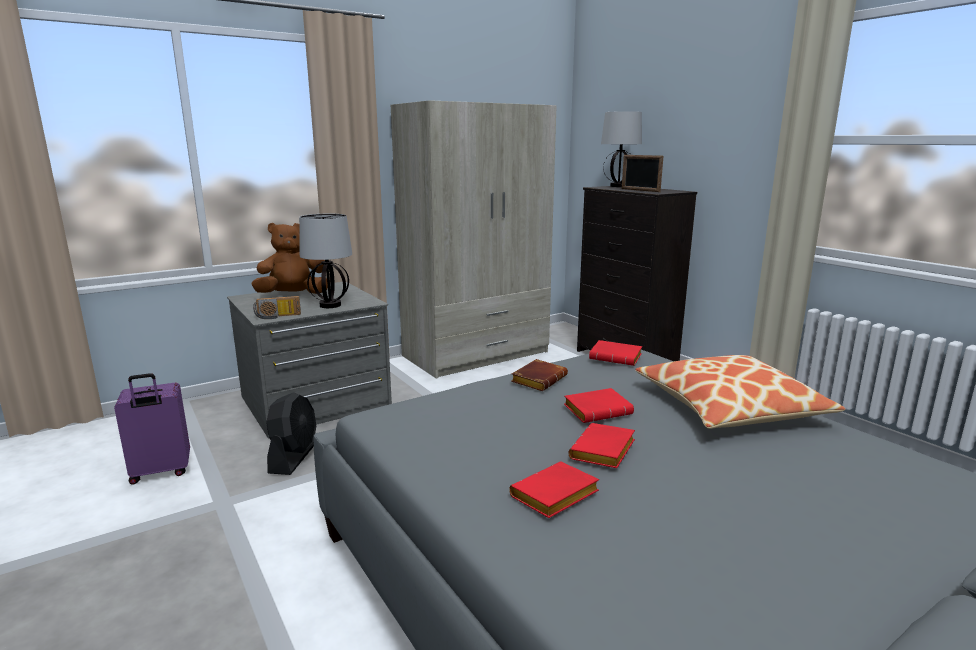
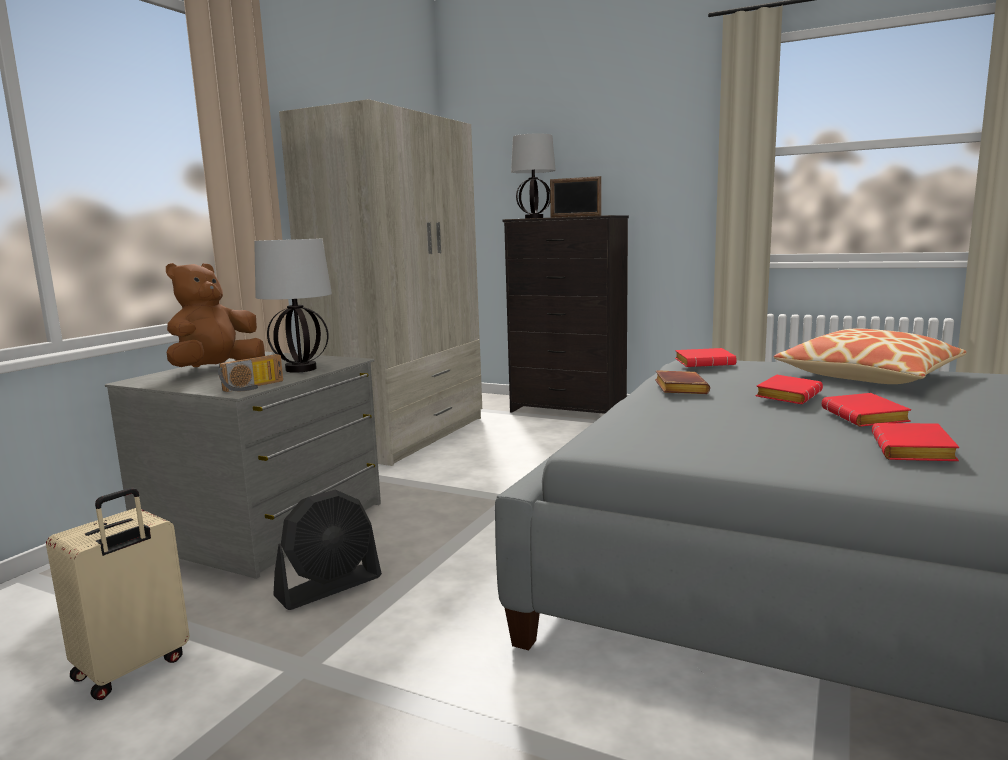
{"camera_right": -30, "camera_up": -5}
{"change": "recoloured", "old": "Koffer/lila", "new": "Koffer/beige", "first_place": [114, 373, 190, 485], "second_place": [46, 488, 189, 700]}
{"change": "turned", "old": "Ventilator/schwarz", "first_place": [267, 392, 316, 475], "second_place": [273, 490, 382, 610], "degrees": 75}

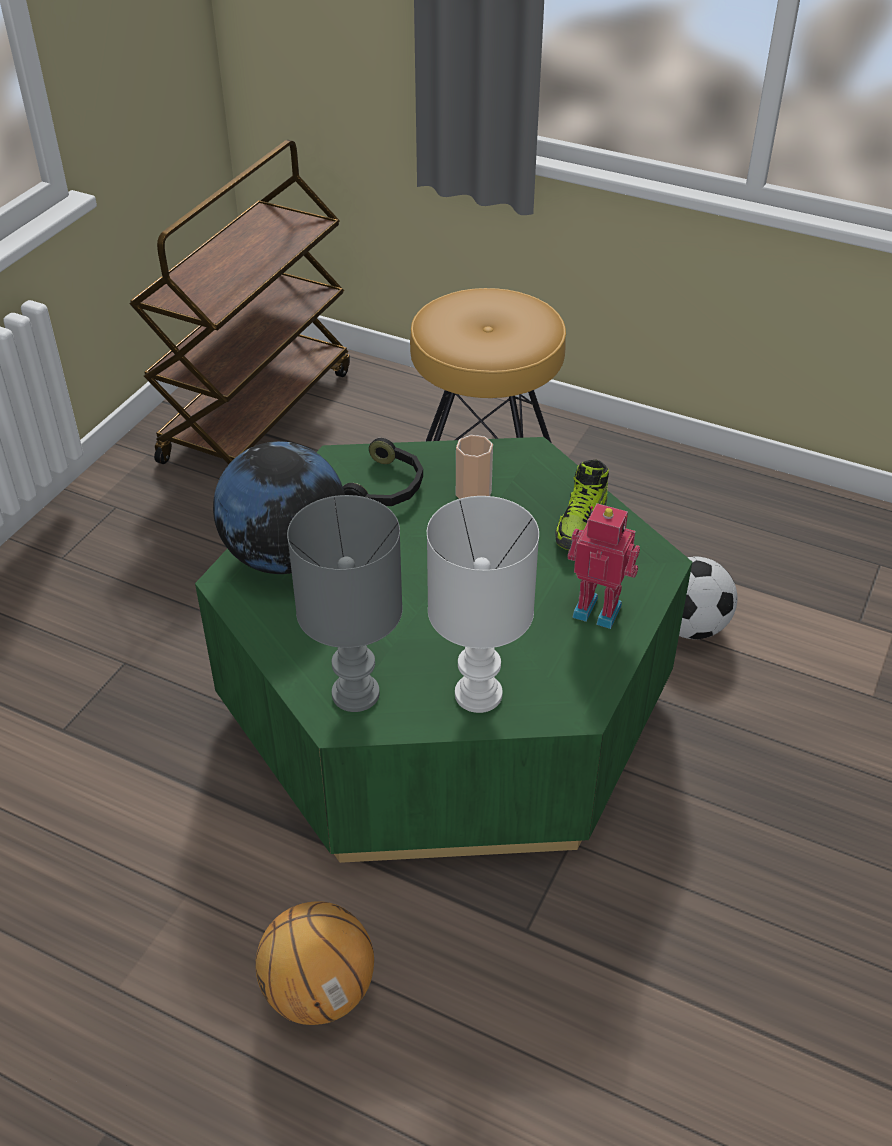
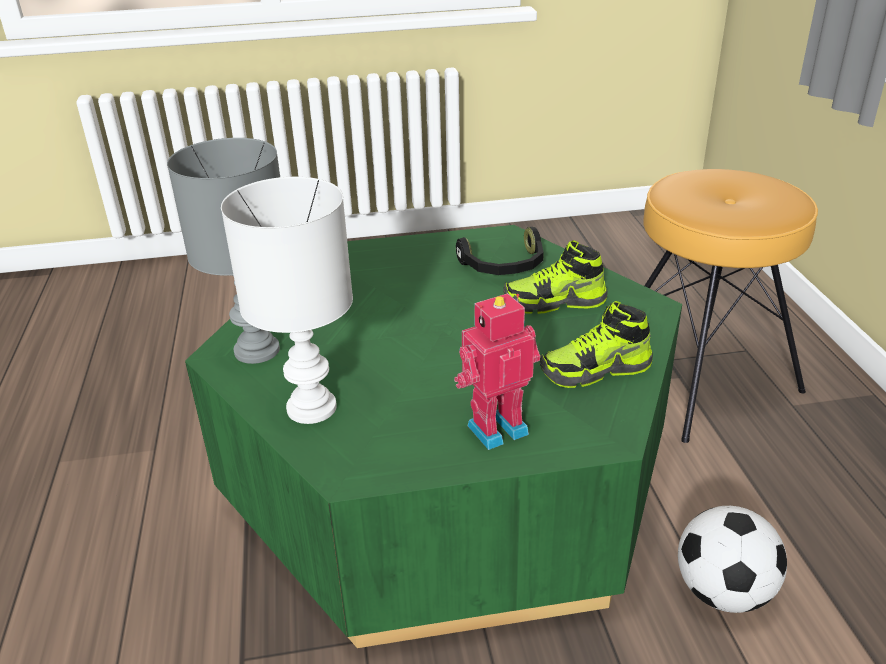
{"camera_right": 55, "camera_up": -10}
{"change": "removed", "old": "Rollwagen/braun", "first_place": [129, 140, 350, 465]}
{"change": "replaced", "old": "Tasse", "new": "Schuh", "first_place": [456, 435, 493, 499], "second_place": [503, 240, 608, 314]}
{"change": "removed", "old": "Globus", "first_place": [213, 441, 345, 574]}
{"change": "turned", "old": "Spielzeugroboter", "first_place": [568, 503, 640, 629], "second_place": [454, 293, 540, 450], "degrees": -105}
{"change": "removed", "old": "Basketball", "first_place": [255, 901, 374, 1025]}

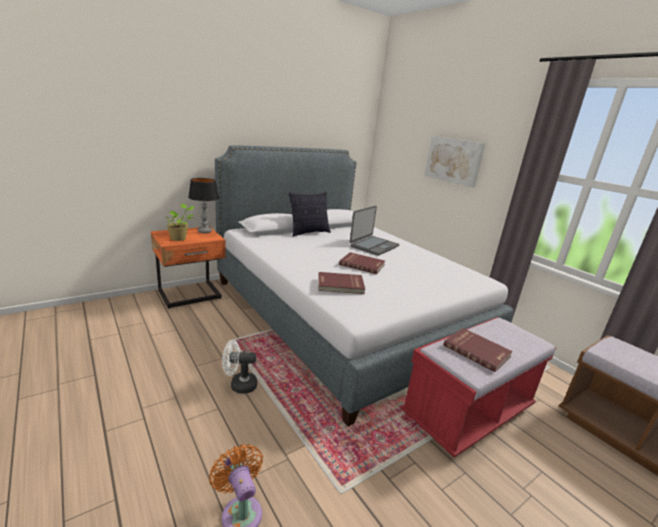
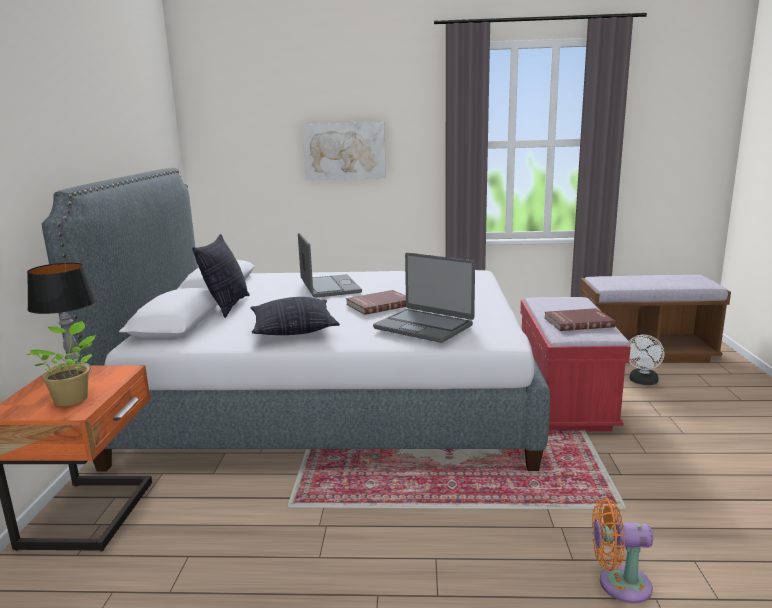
{"camera_right": -50, "camera_up": -5}
{"change": "replaced", "old": "Buch/rot", "new": "Laptop", "first_place": [318, 272, 366, 294], "second_place": [373, 253, 475, 343]}
{"change": "moved", "old": "Ventilator/weiß", "first_place": [222, 340, 257, 394], "second_place": [629, 335, 664, 385]}
{"change": "added", "new": "Kissen", "second_place": [250, 297, 340, 335]}

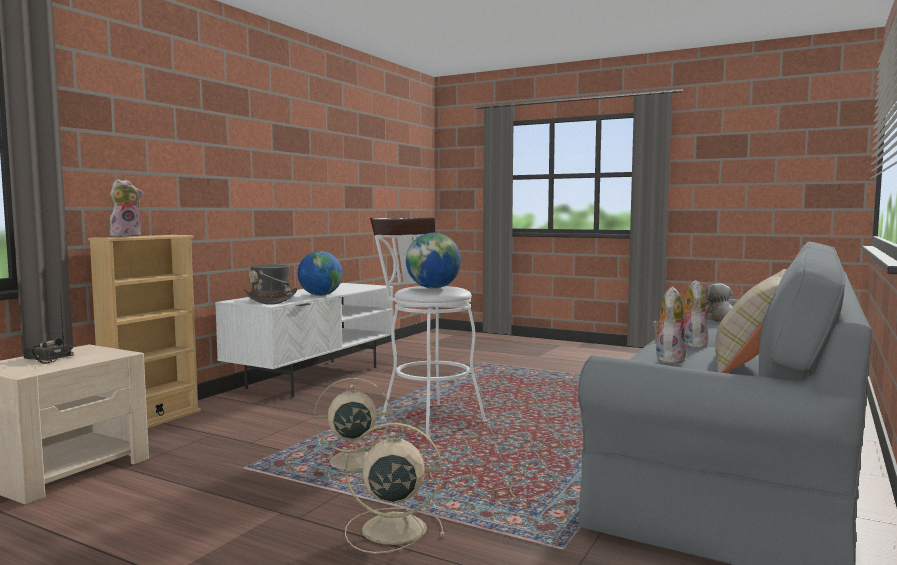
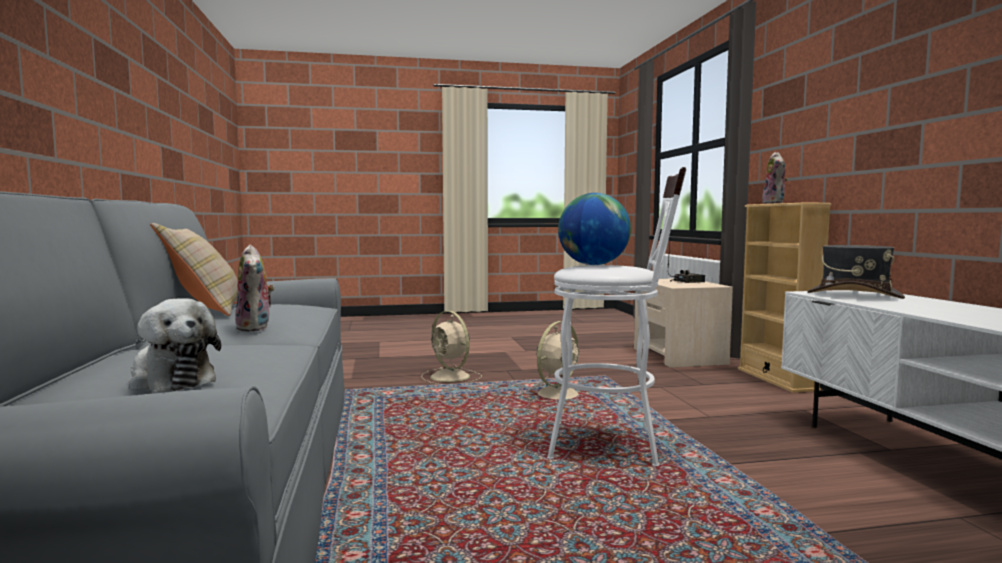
{"camera_right": 140, "camera_up": 0}
{"change": "removed", "old": "Globus", "first_place": [298, 251, 343, 296]}
{"change": "removed", "old": "Plüschtier", "first_place": [652, 287, 686, 363]}
{"change": "turned", "old": "Ventilator/beige", "first_place": [345, 423, 445, 554], "second_place": [421, 311, 482, 384], "degrees": 90}

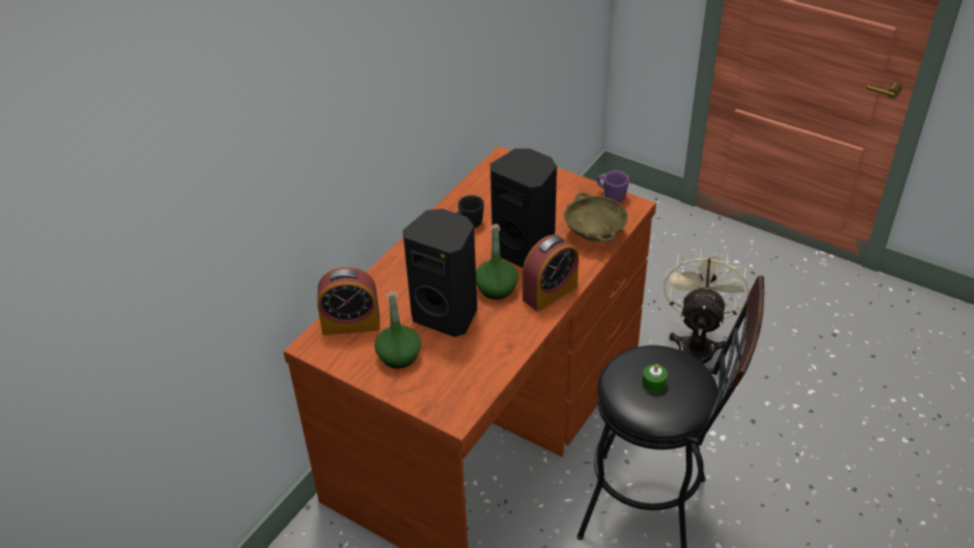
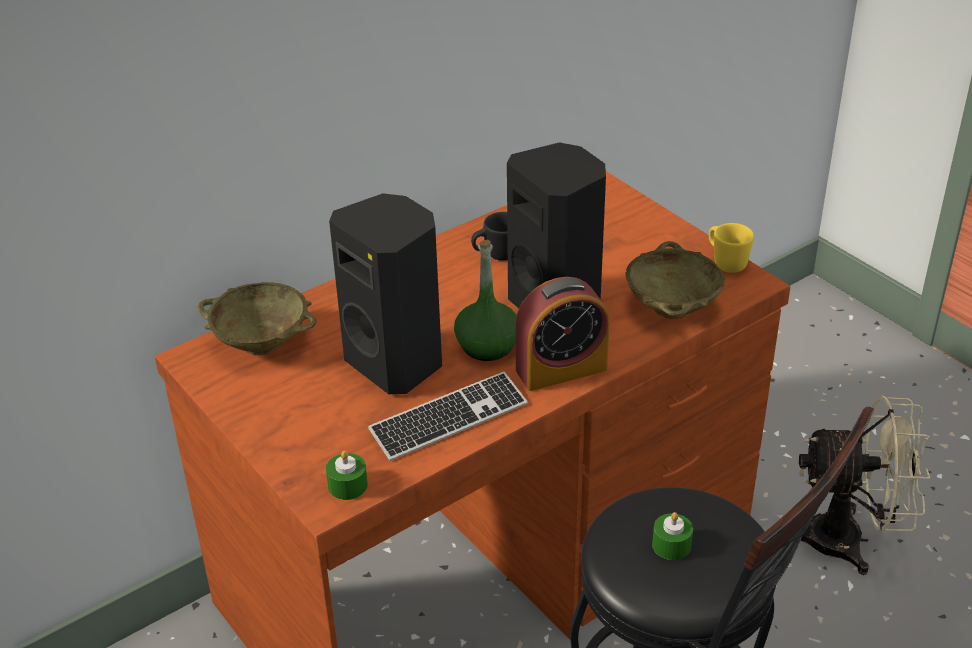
{"camera_right": 20, "camera_up": -5}
{"change": "recoloured", "old": "Henkelbecher/lila", "new": "Henkelbecher/gelb", "first_place": [597, 171, 629, 203], "second_place": [709, 223, 754, 273]}
{"change": "turned", "old": "Ventilator/beige", "first_place": [663, 247, 749, 364], "second_place": [799, 396, 930, 575], "degrees": 60}
{"change": "replaced", "old": "Wecker", "new": "Schüssel/beige", "first_place": [317, 267, 380, 335], "second_place": [198, 282, 317, 355]}
{"change": "removed", "old": "Flasche/grün", "first_place": [375, 290, 421, 368]}
{"change": "added", "new": "Tastatur", "second_place": [368, 372, 528, 461]}
{"change": "added", "new": "Kerze/grün", "second_place": [326, 451, 368, 500]}

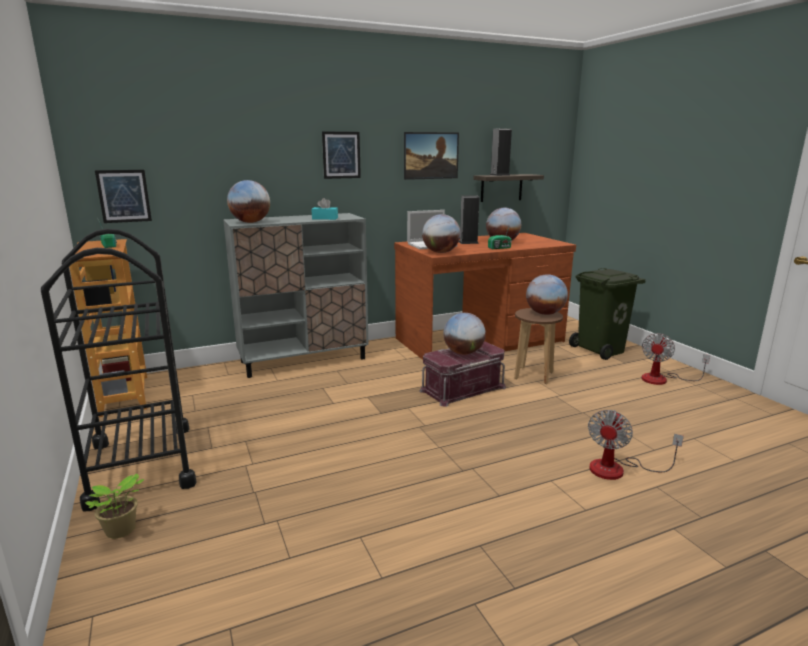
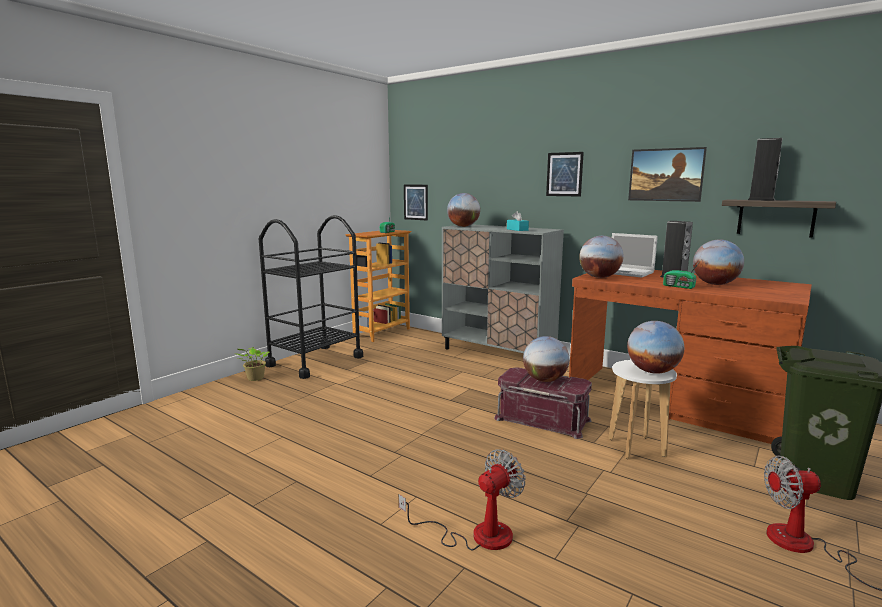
{"camera_right": 60, "camera_up": -5}
{"change": "recoloured", "old": "Hocker/braun", "new": "Hocker/weiß", "first_place": [514, 308, 563, 384], "second_place": [608, 360, 677, 459]}
{"change": "turned", "old": "Ventilator", "first_place": [588, 410, 684, 480], "second_place": [399, 449, 526, 550], "degrees": 135}

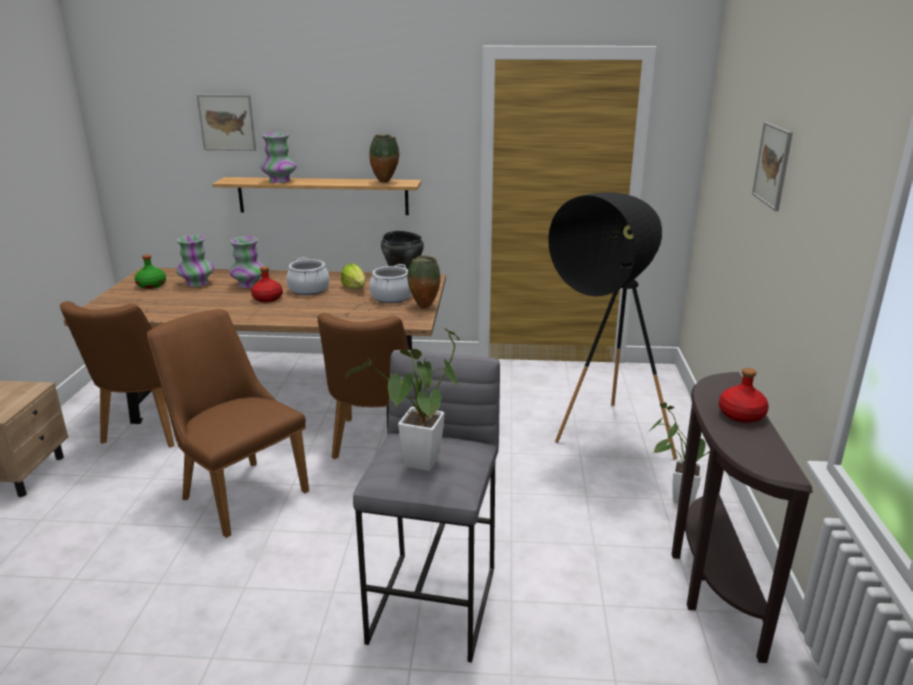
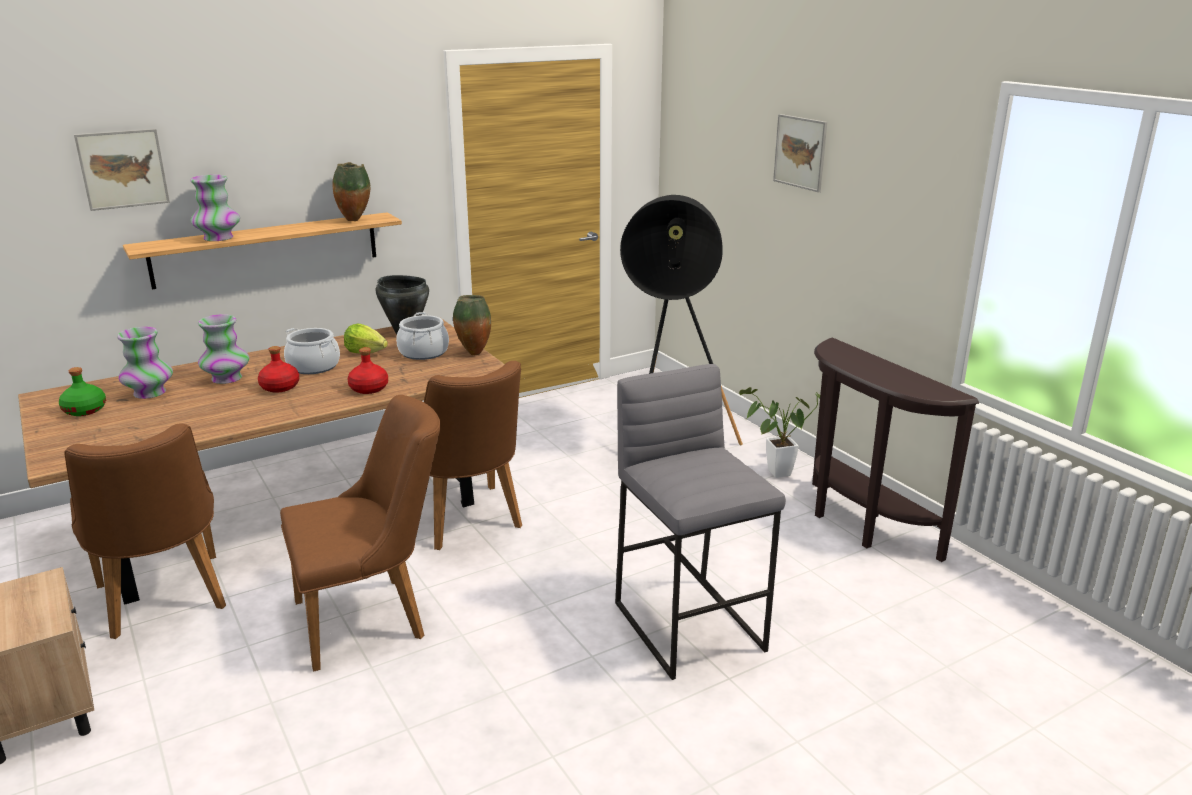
{"camera_right": -35, "camera_up": 0}
{"change": "turned", "old": "Stuhl/braun", "first_place": [147, 309, 309, 538], "second_place": [280, 395, 440, 672], "degrees": 150}
{"change": "removed", "old": "Topfpflanze", "first_place": [345, 328, 460, 471]}
{"change": "moved", "old": "Flasche/rot", "first_place": [719, 368, 769, 423], "second_place": [348, 347, 388, 394]}

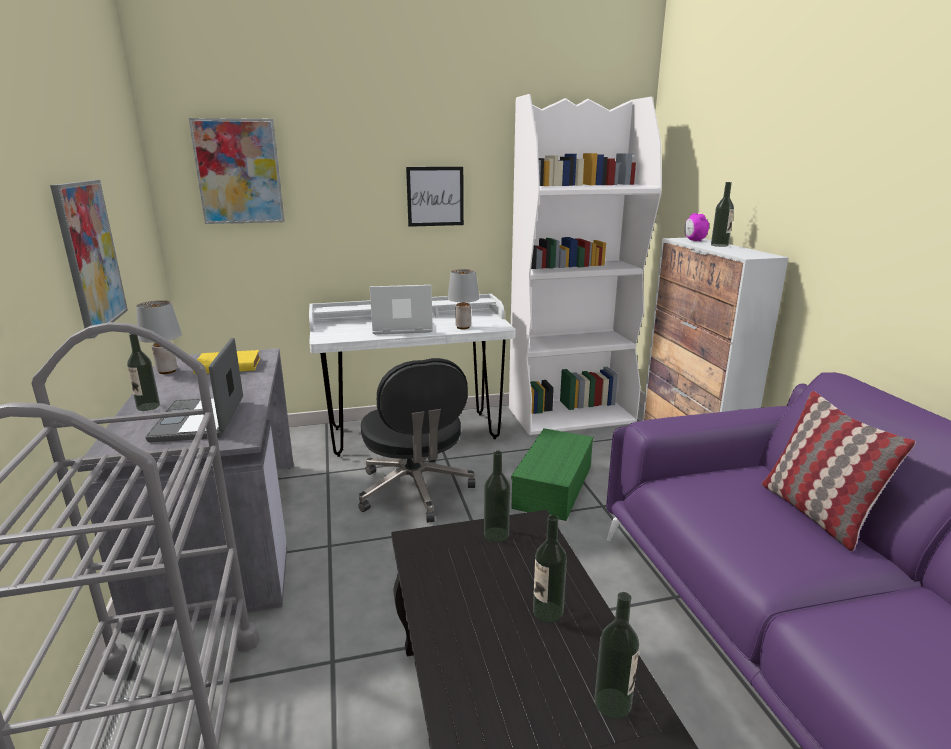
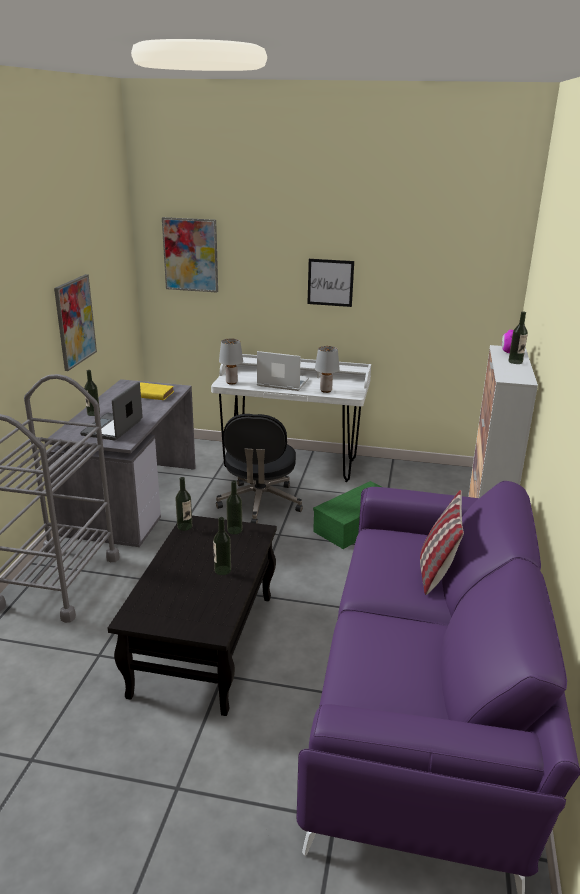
{"camera_right": 25, "camera_up": 5}
{"change": "removed", "old": "Bücherregal/weiß", "first_place": [509, 94, 662, 435]}
{"change": "moved", "old": "Tischlampe/grau", "first_place": [136, 300, 182, 374], "second_place": [219, 339, 243, 385]}
{"change": "moved", "old": "Flasche", "first_place": [594, 592, 639, 719], "second_place": [176, 477, 192, 531]}

